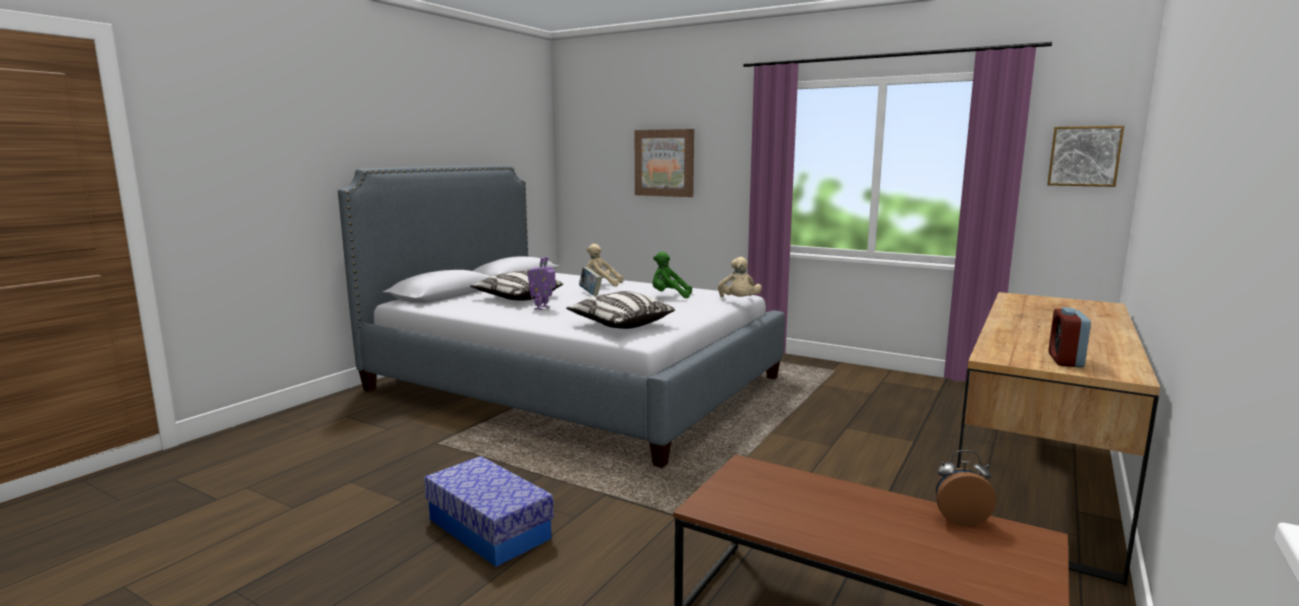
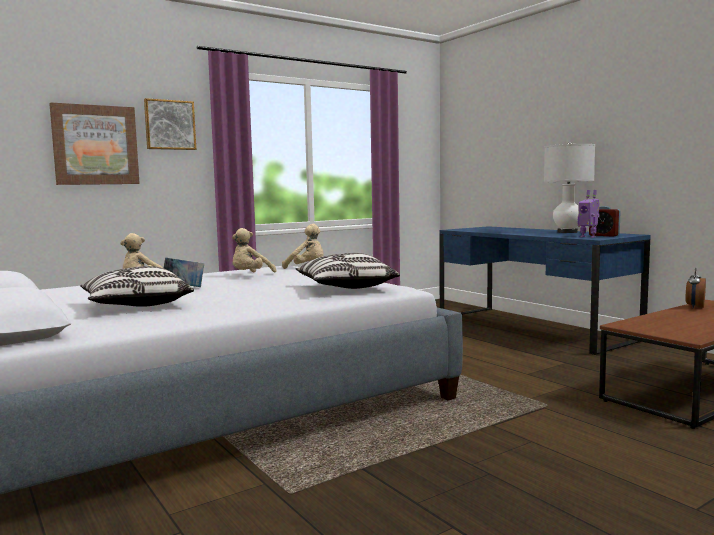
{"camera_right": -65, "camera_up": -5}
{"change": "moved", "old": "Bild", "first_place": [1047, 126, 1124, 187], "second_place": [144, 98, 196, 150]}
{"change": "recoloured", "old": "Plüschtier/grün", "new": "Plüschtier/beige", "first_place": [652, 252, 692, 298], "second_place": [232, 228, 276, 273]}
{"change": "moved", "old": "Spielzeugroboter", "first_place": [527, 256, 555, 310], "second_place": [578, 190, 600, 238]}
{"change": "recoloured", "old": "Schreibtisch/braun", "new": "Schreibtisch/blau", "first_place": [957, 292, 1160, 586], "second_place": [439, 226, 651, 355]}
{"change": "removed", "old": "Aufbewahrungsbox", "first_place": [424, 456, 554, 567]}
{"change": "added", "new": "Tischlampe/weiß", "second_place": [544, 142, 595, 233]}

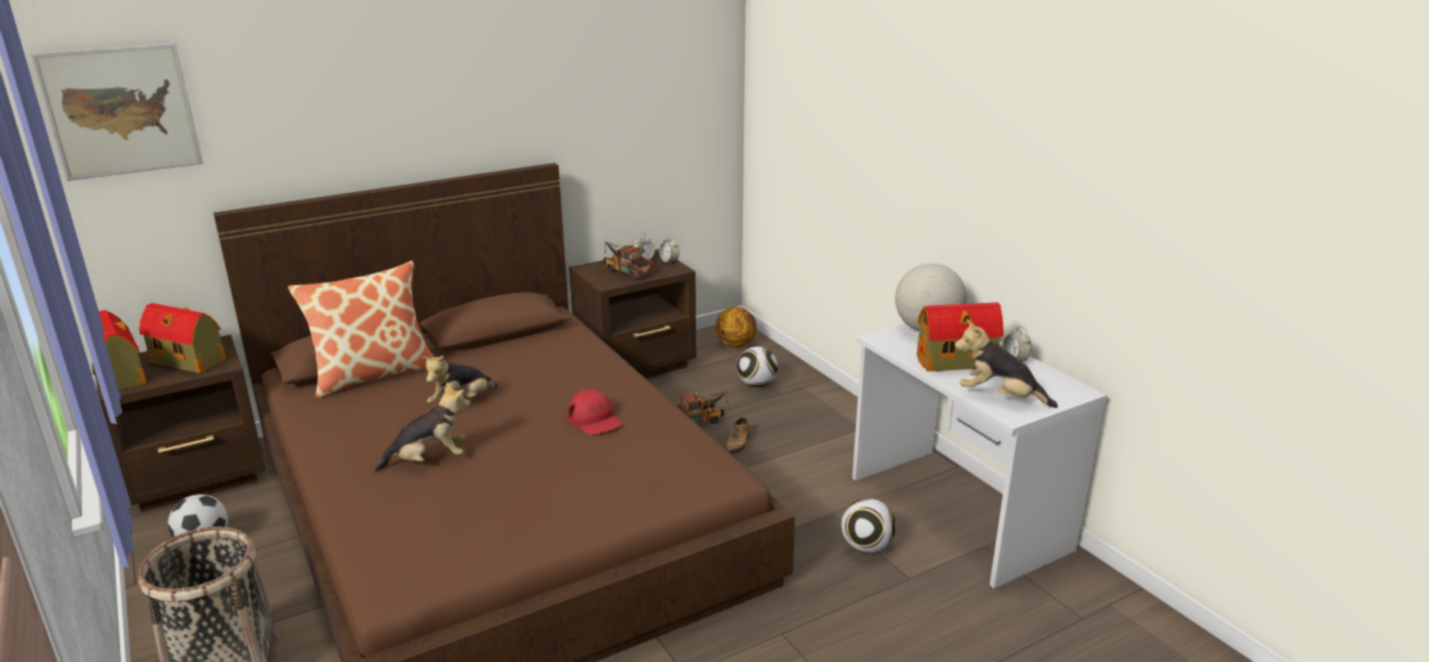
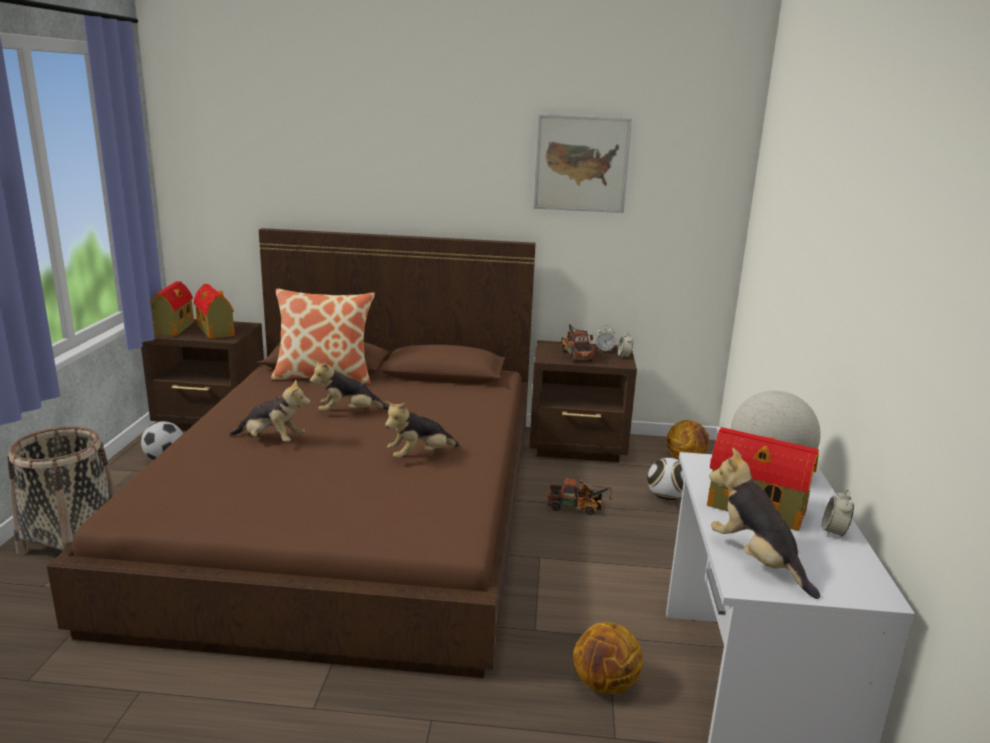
{"camera_right": 35, "camera_up": -5}
{"change": "moved", "old": "Bild", "first_place": [31, 44, 203, 181], "second_place": [533, 114, 632, 213]}
{"change": "replaced", "old": "Kappe/rot", "new": "Plüschtier", "first_place": [567, 389, 623, 435], "second_place": [385, 401, 459, 458]}
{"change": "removed", "old": "Schuh", "first_place": [725, 417, 750, 455]}
{"change": "replaced", "old": "Fußball", "new": "Basketball", "first_place": [841, 498, 896, 553], "second_place": [573, 622, 643, 694]}

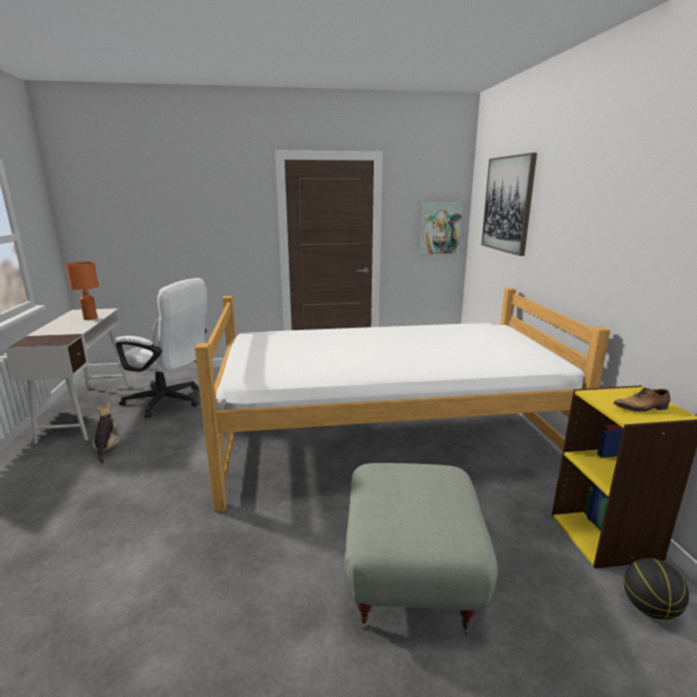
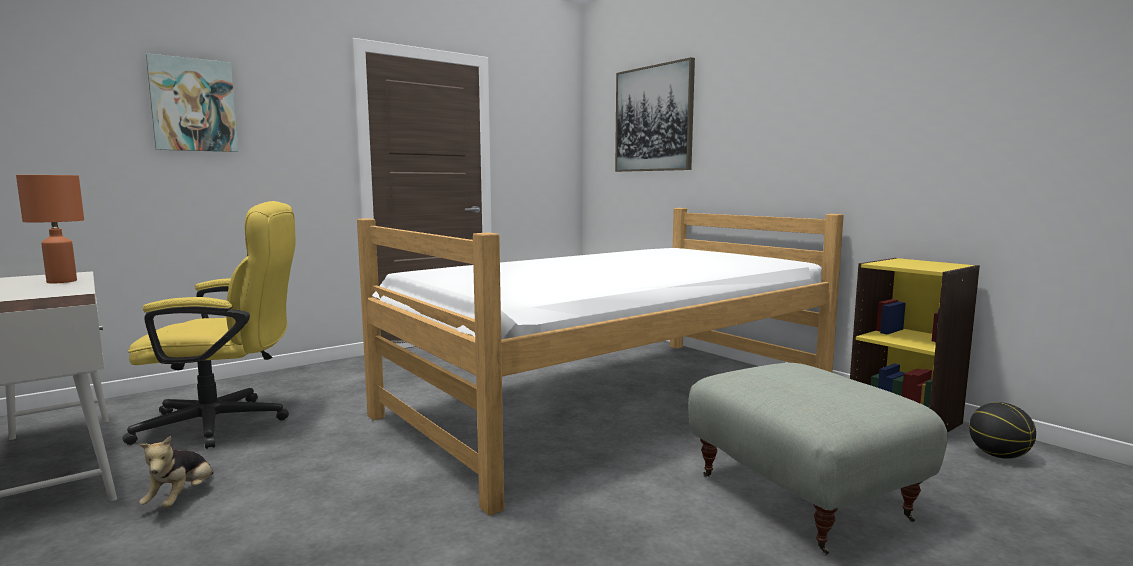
{"camera_right": -30, "camera_up": -10}
{"change": "moved", "old": "Bild", "first_place": [420, 202, 463, 254], "second_place": [146, 53, 238, 152]}
{"change": "recoloured", "old": "Bürostuhl/weiß", "new": "Bürostuhl/gelb", "first_place": [115, 278, 208, 418], "second_place": [122, 201, 296, 449]}
{"change": "removed", "old": "Schuh", "first_place": [614, 387, 670, 412]}
{"change": "turned", "old": "Plüschtier", "first_place": [93, 403, 122, 464], "second_place": [139, 436, 214, 508], "degrees": -135}

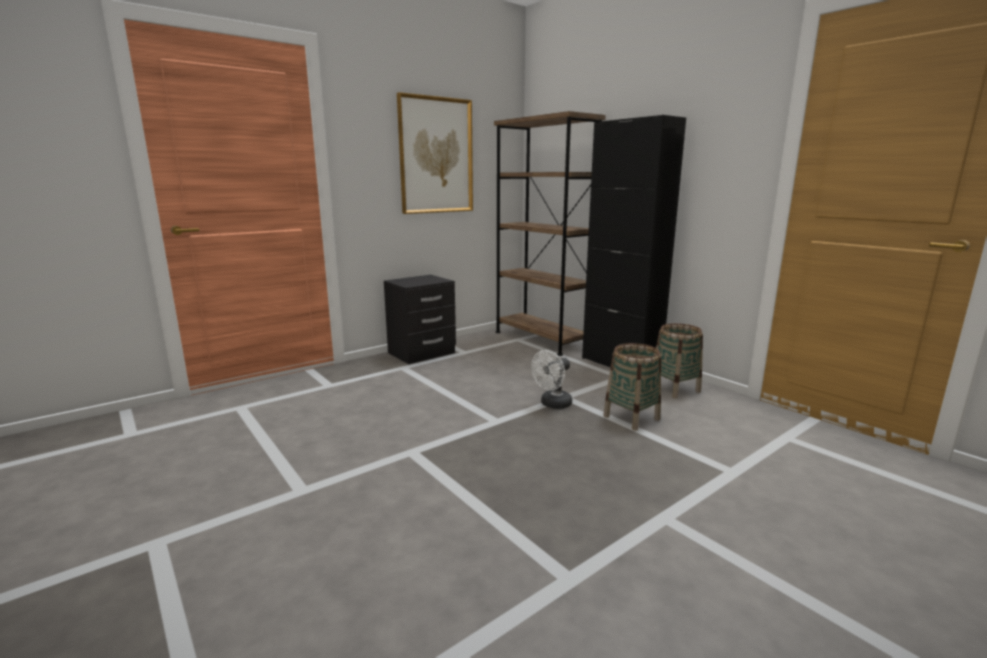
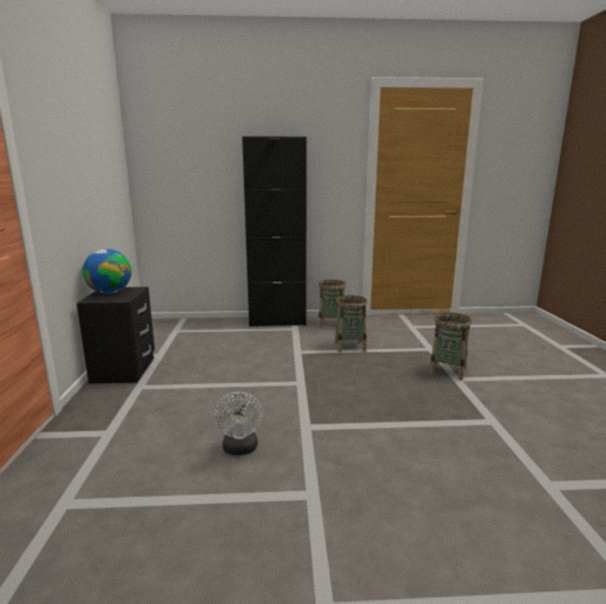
{"camera_right": -55, "camera_up": 0}
{"change": "removed", "old": "Bild", "first_place": [397, 92, 473, 214]}
{"change": "removed", "old": "Bücherregal/braun", "first_place": [494, 111, 606, 356]}
{"change": "moved", "old": "Ventilator/weiß", "first_place": [531, 350, 572, 409], "second_place": [213, 392, 263, 455]}
{"change": "added", "new": "Globus", "second_place": [83, 249, 132, 294]}
{"change": "added", "new": "Korb", "second_place": [429, 312, 472, 380]}

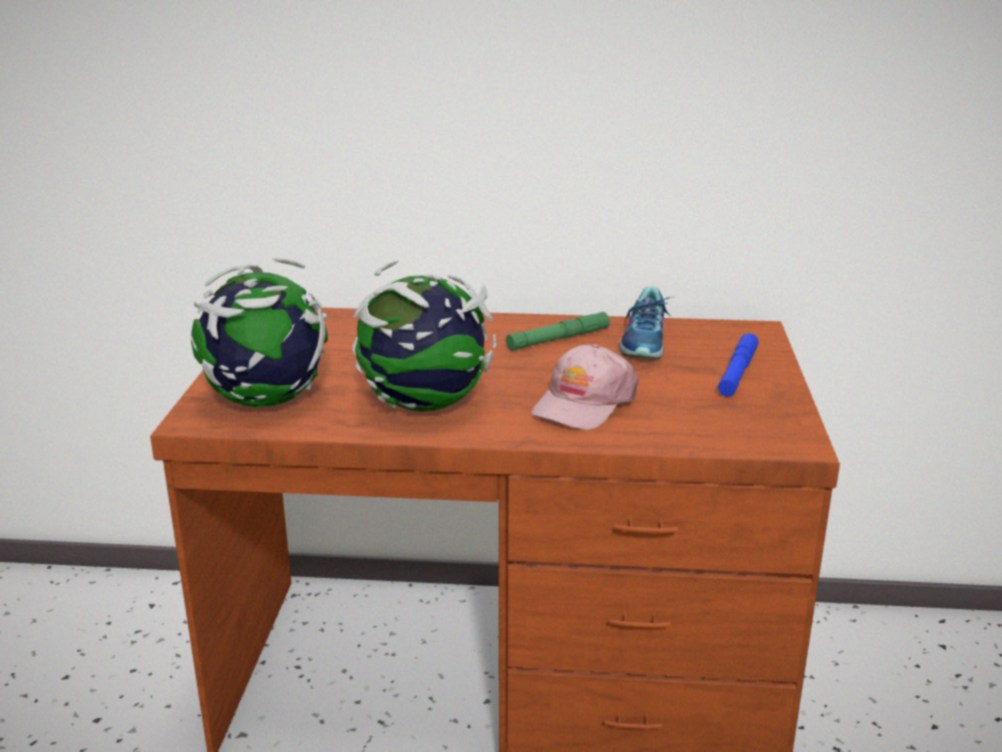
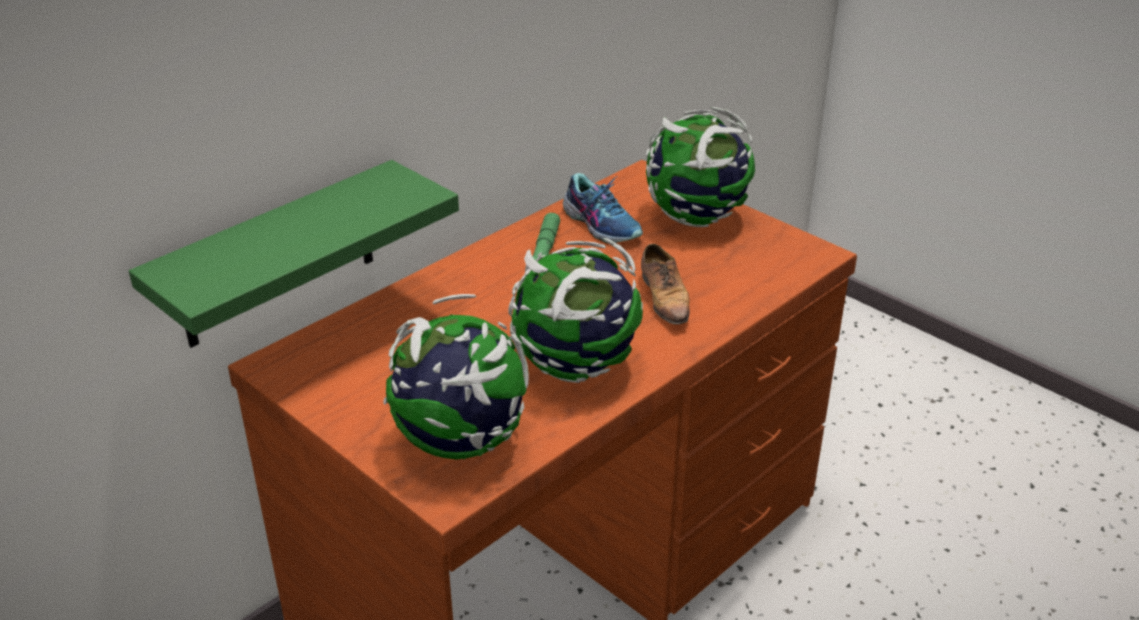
{"camera_right": -50, "camera_up": 10}
{"change": "replaced", "old": "Taschenlampe/blau", "new": "Globus", "first_place": [718, 333, 758, 396], "second_place": [646, 107, 755, 227]}
{"change": "replaced", "old": "Kappe/rosa", "new": "Schuh", "first_place": [532, 344, 639, 430], "second_place": [641, 244, 690, 329]}
{"change": "added", "new": "Wandregal/grün", "second_place": [129, 160, 459, 348]}

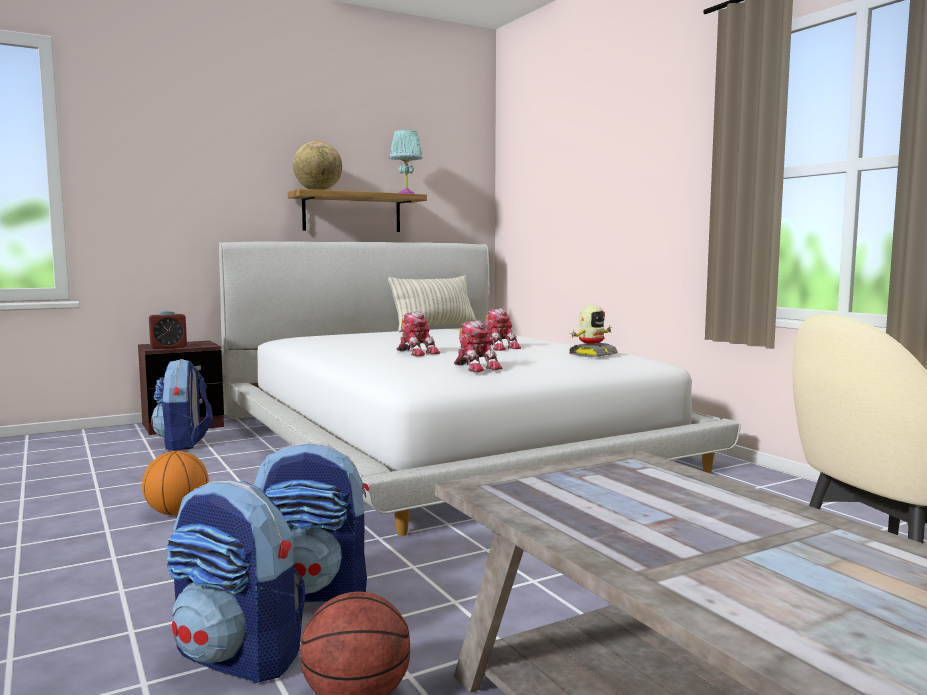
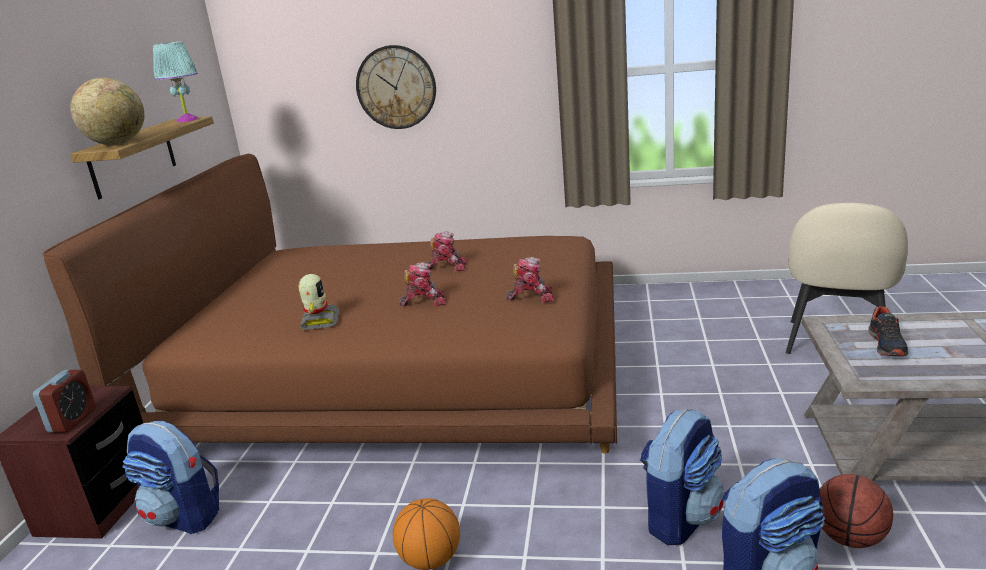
{"camera_right": -50, "camera_up": 15}
{"change": "recoloured", "old": "Bett/weiß", "new": "Bett/braun", "first_place": [219, 241, 741, 536], "second_place": [43, 154, 617, 454]}
{"change": "removed", "old": "Kissen", "first_place": [388, 275, 477, 332]}
{"change": "moved", "old": "Spielzeugroboter", "first_place": [569, 305, 618, 357], "second_place": [298, 274, 340, 330]}
{"change": "added", "new": "Wanduhr", "second_place": [356, 45, 436, 129]}
{"change": "added", "new": "Schuh", "second_place": [868, 306, 908, 356]}

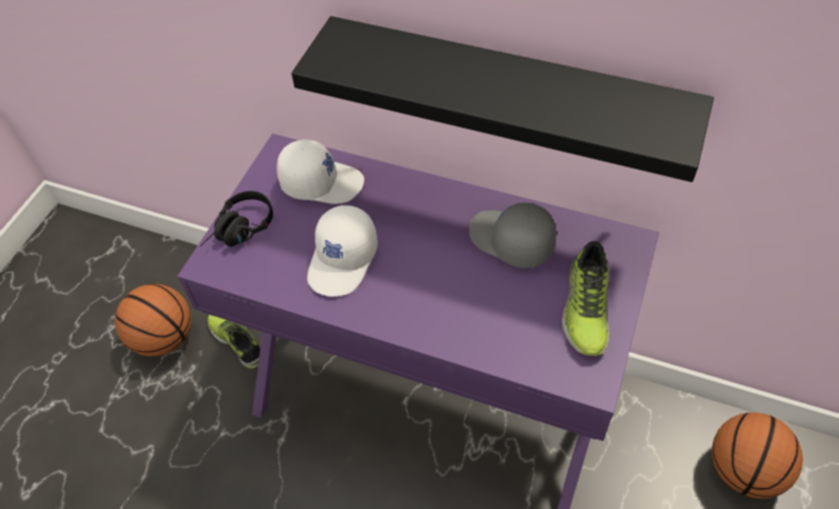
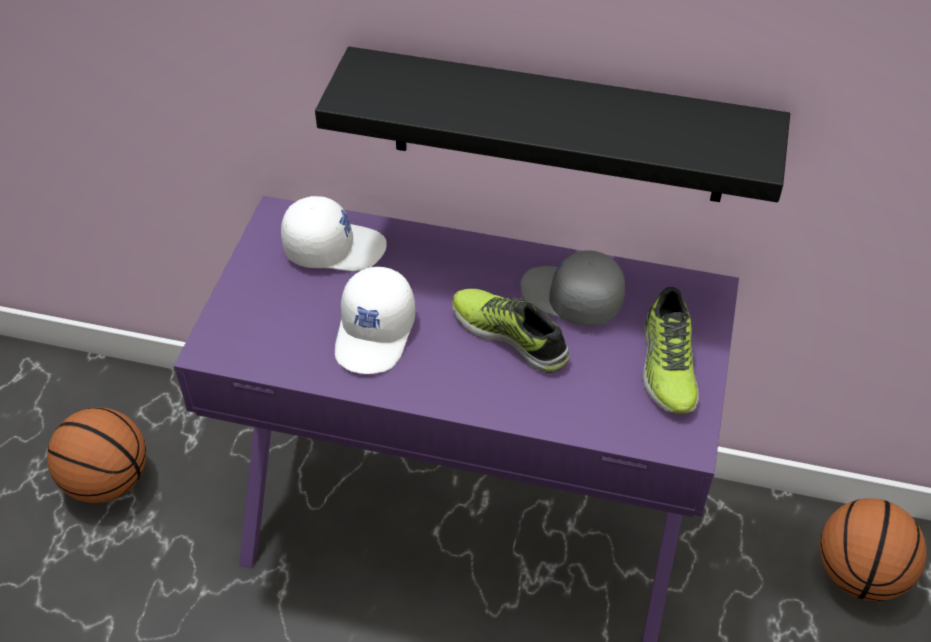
{"camera_right": -10, "camera_up": -5}
{"change": "removed", "old": "Kopfhörer/schwarz", "first_place": [200, 191, 273, 247]}
{"change": "moved", "old": "Schuh", "first_place": [208, 315, 260, 369], "second_place": [452, 289, 570, 373]}

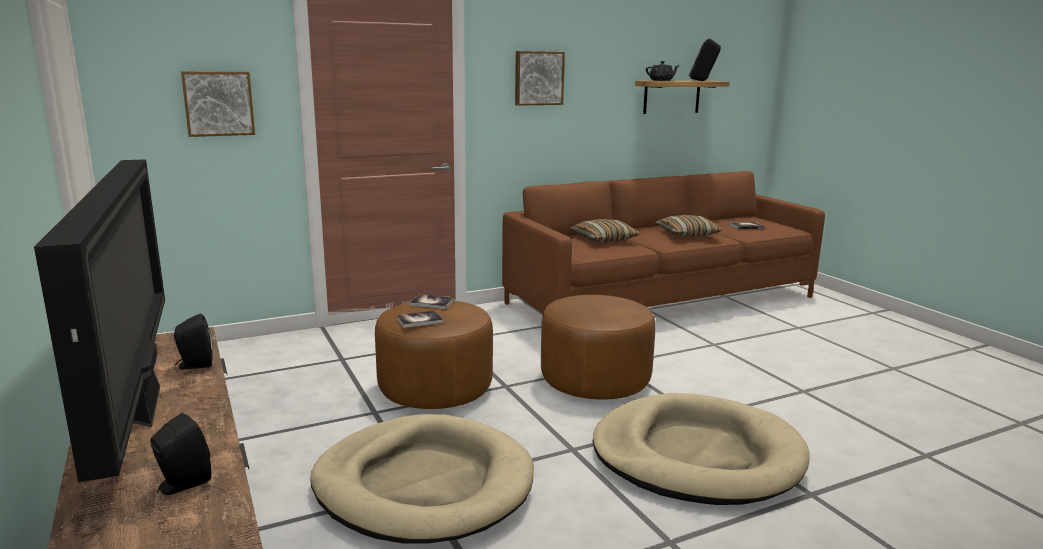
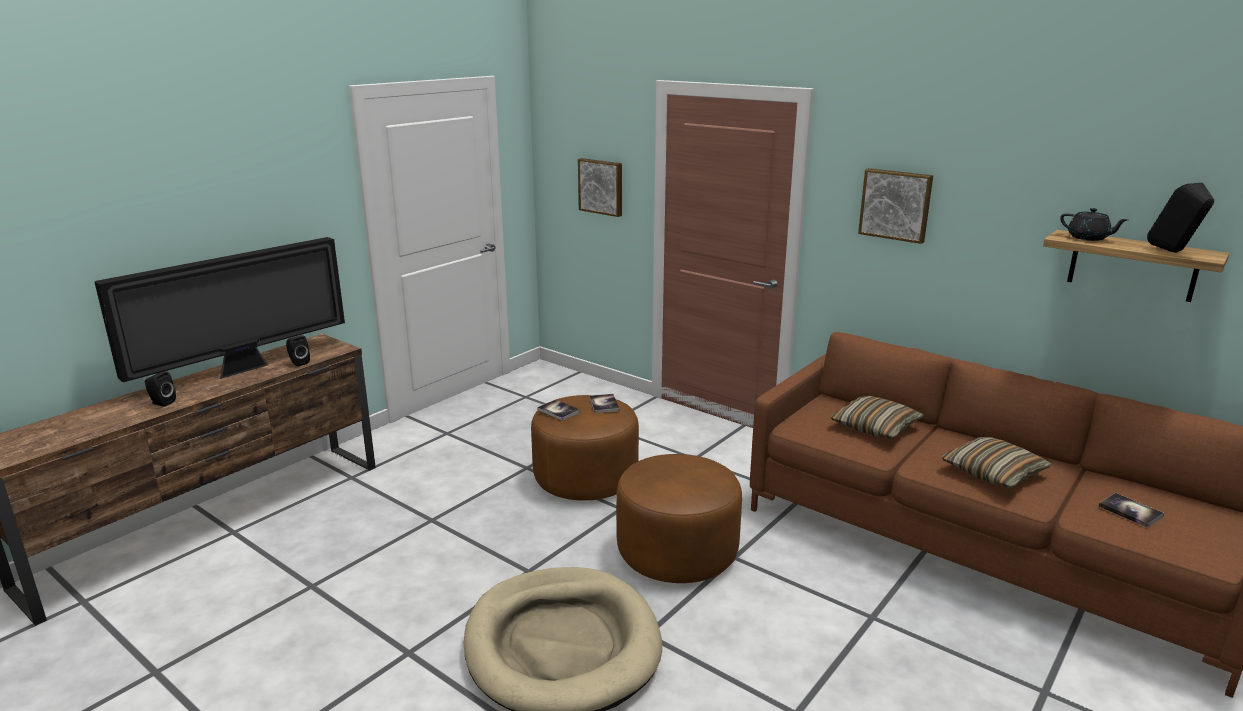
{"camera_right": 65, "camera_up": 5}
{"change": "removed", "old": "Hundebett/beige", "first_place": [310, 414, 534, 544]}

